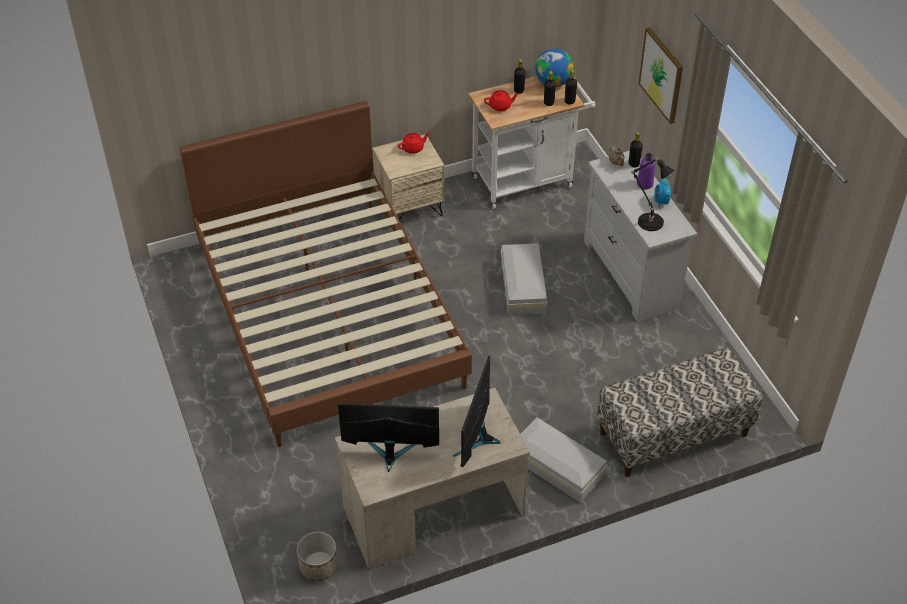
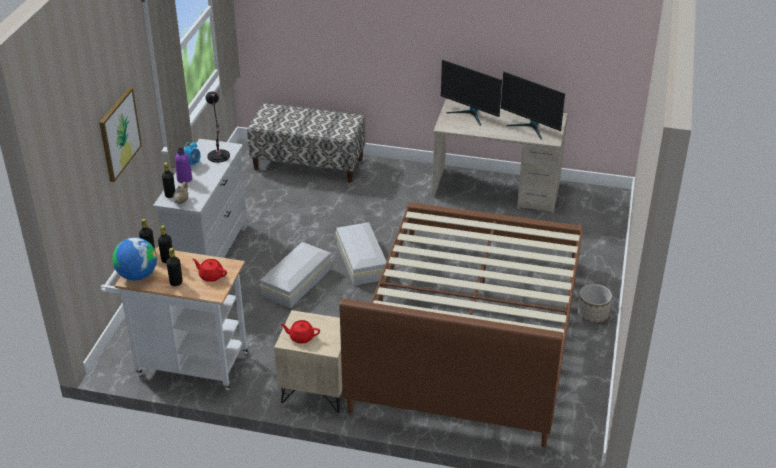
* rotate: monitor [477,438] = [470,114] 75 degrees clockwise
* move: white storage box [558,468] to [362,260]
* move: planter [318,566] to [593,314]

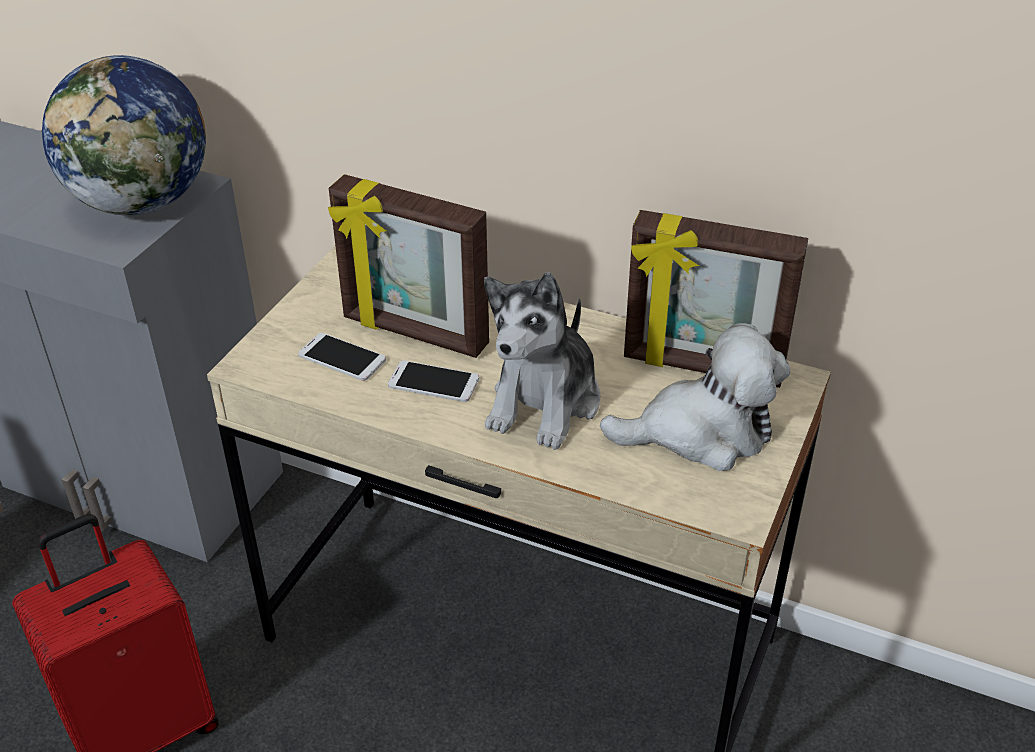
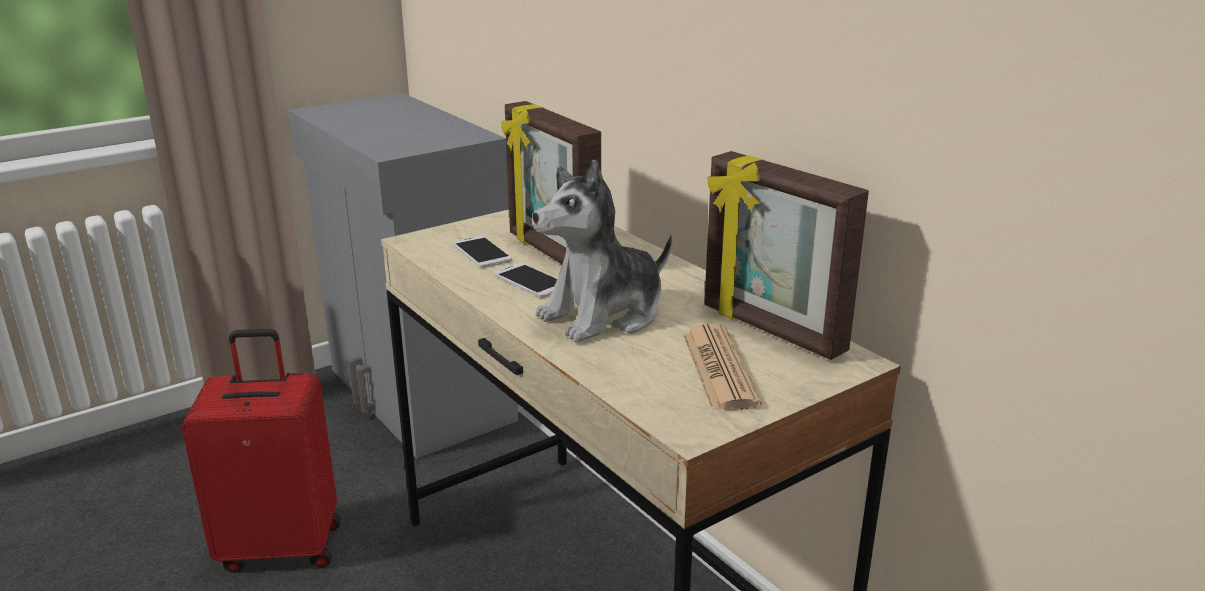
* delete: globe [142,203]
* replace: plush toy [701,433] to newspaper [719,369]

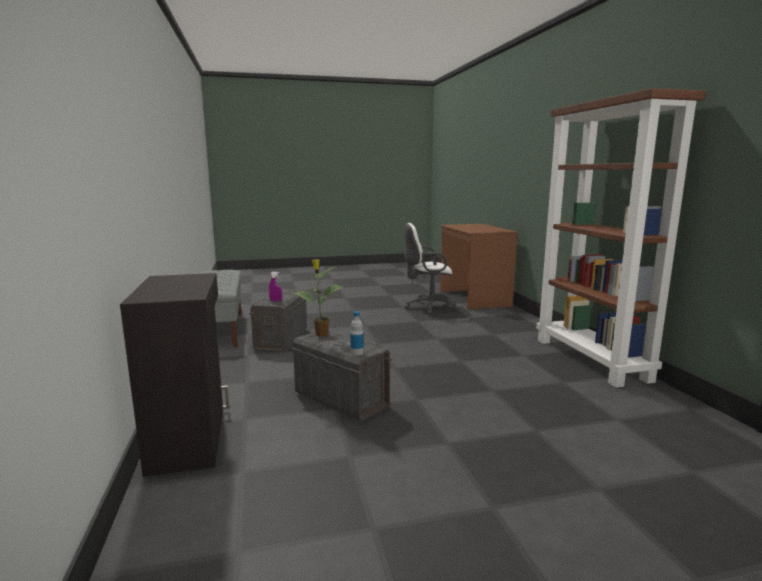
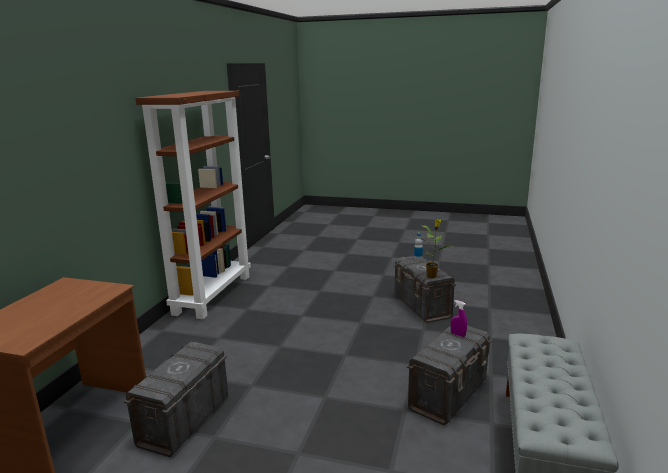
* replace: white office chair [428,307] to grey storage box [184,421]
* delete: black cabinet [190,438]

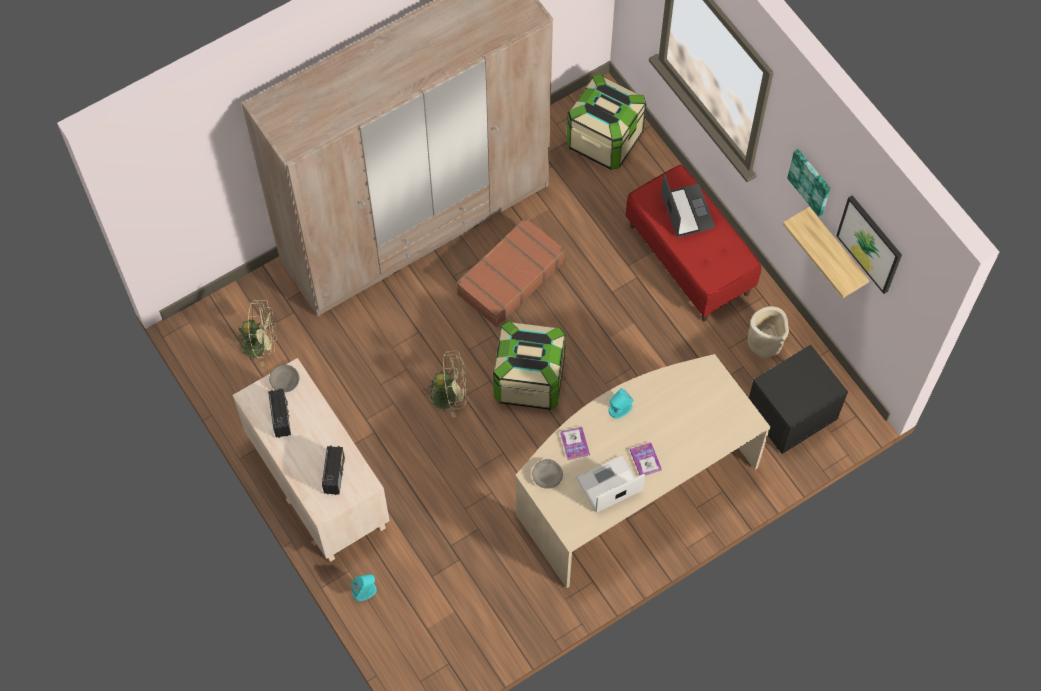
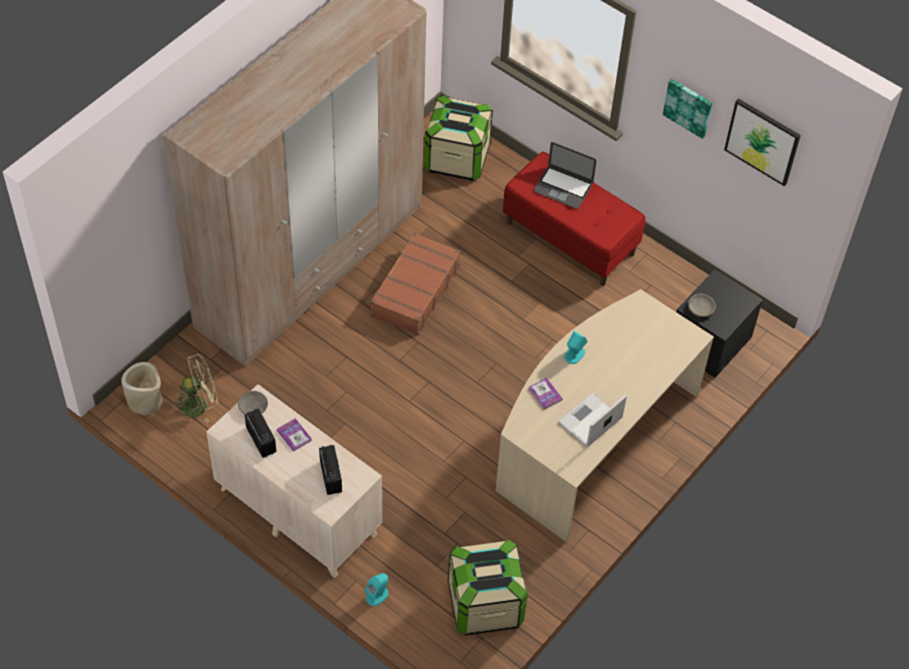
* rotate: laptop [687,211] = [563,187] 150 degrees clockwise
* delete: shelf [836,251]
* move: beige planter [766,341] to [146,400]
* move: storage box [529,380] to [485,604]
* delete: green fan [449,395]
* move: book [645,460] to [294,435]
* move: grey bowl [547,475] to [700,308]

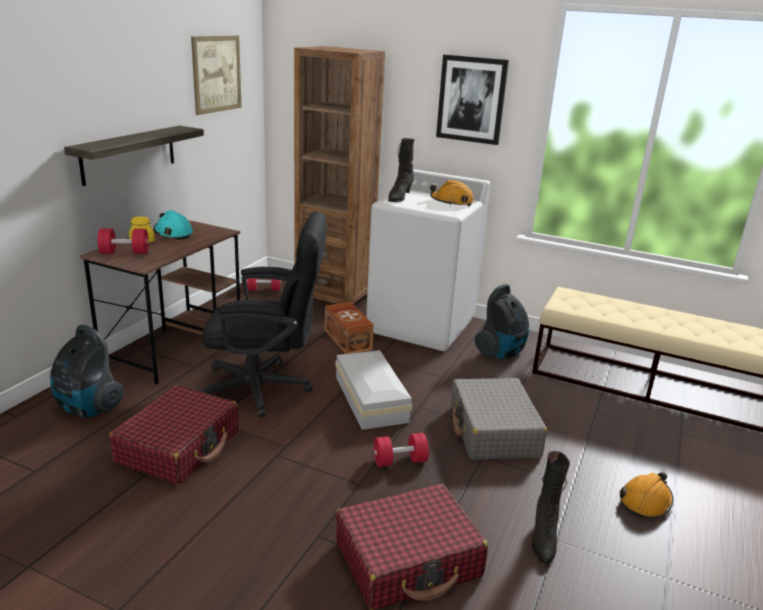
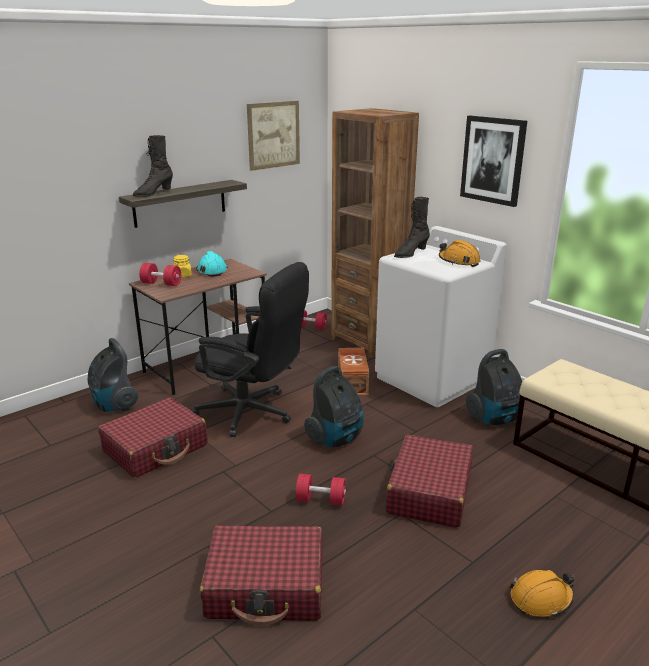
* replace: white storage box [371,398] to vacuum cleaner [336,438]
* recolor: grey suitcase [493,431] to red suitcase [429,492]
* move: black boot [543,538] to [153,193]

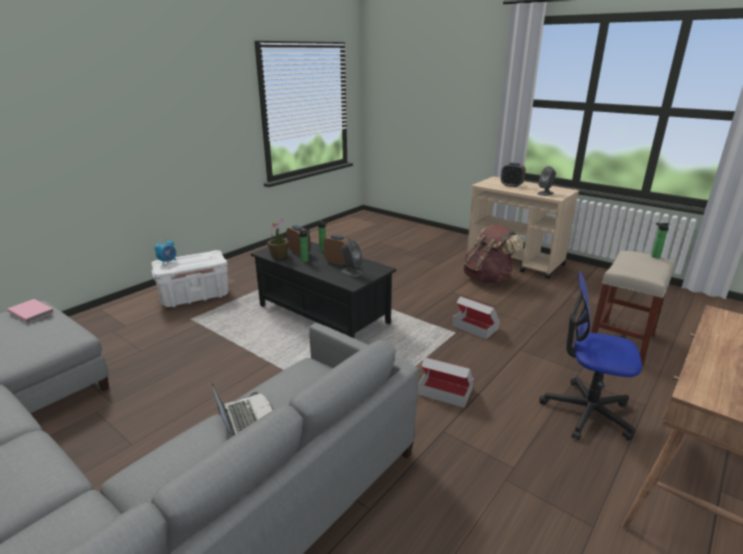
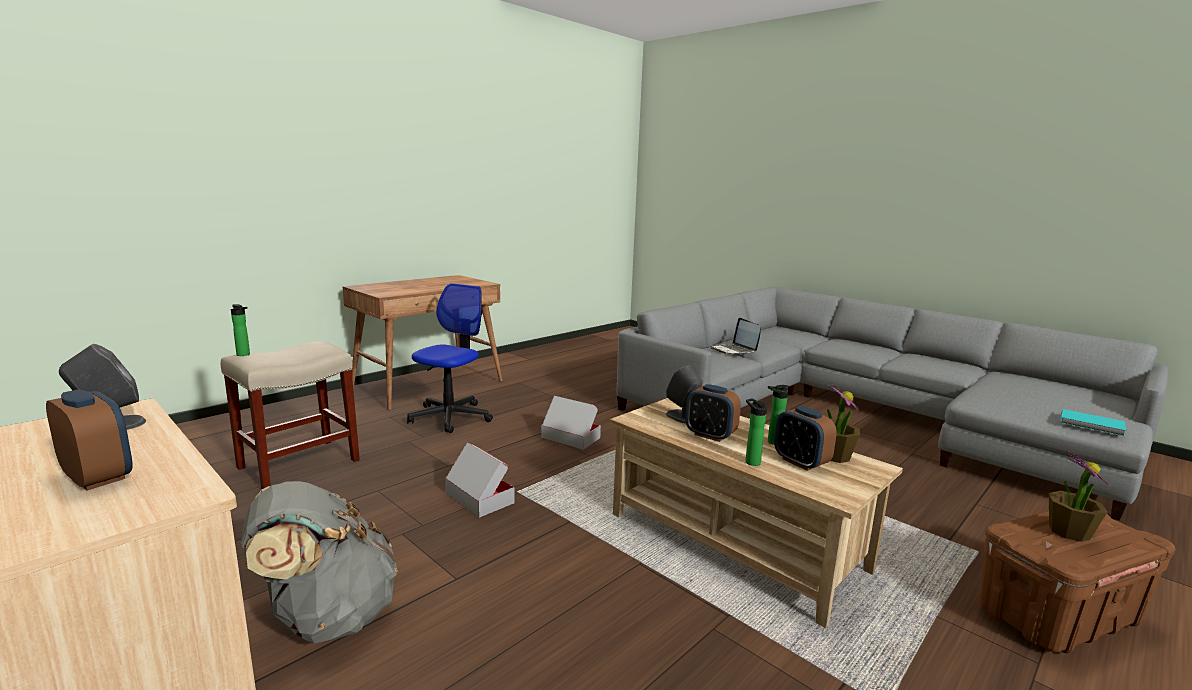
* recolor: brown backpack [488,279] to grey backpack [327,617]
* delete: alarm clock [168,261]
* recolor: black coffee table [322,314] to beige coffee table [735,542]
* recolor: white storage box [195,296] to brown storage box [1057,616]
* rotate: office chair [586,412] = [450,417] 90 degrees counterclockwise
* recolor: pink book [32,312] to turquoise book [1092,425]
* insert: potted plant [1068,532]

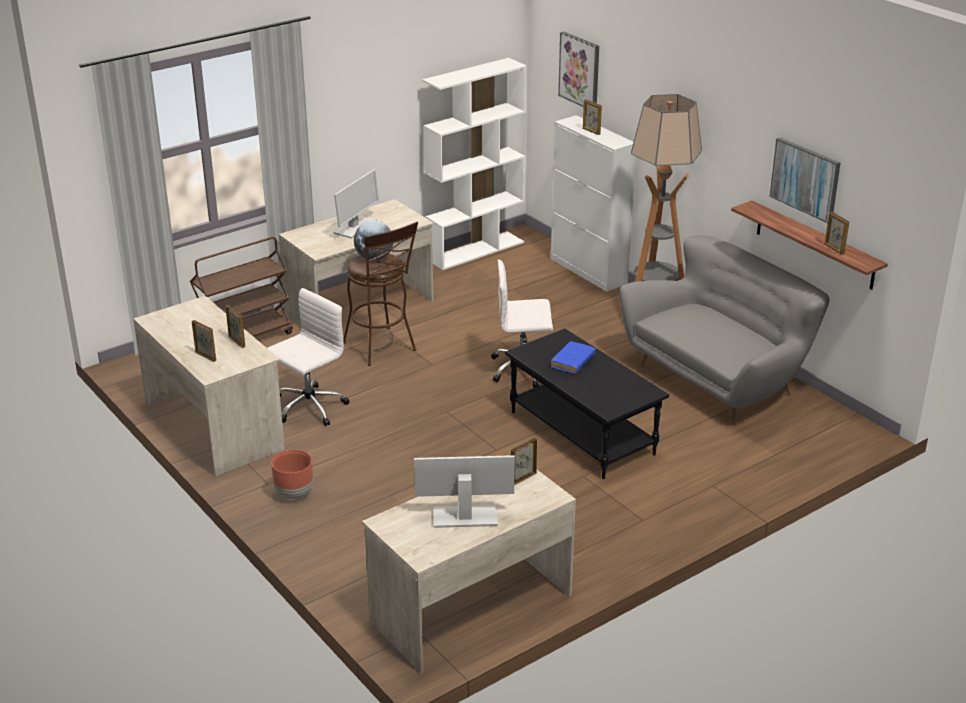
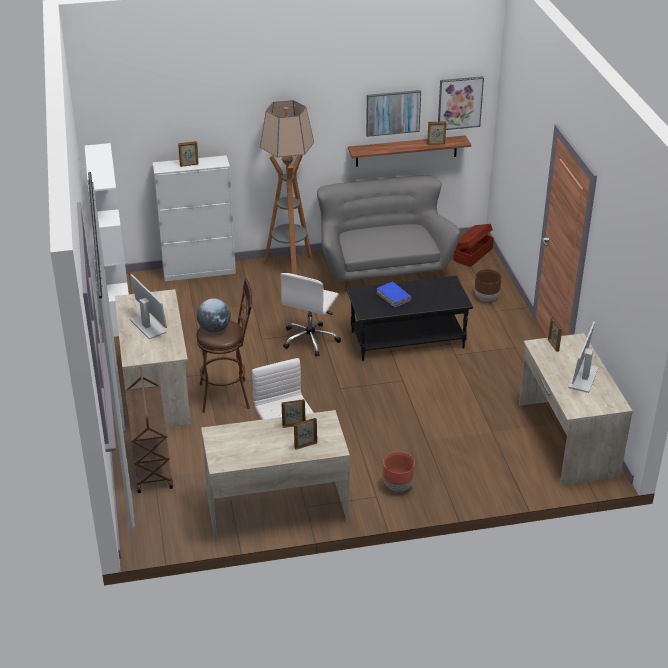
* move: picture [580,70] to [460,103]
* insert: brown storage box [472,254]
* insert: brown planter [486,298]

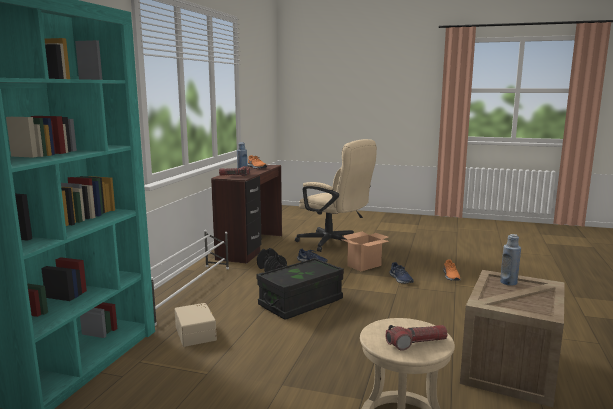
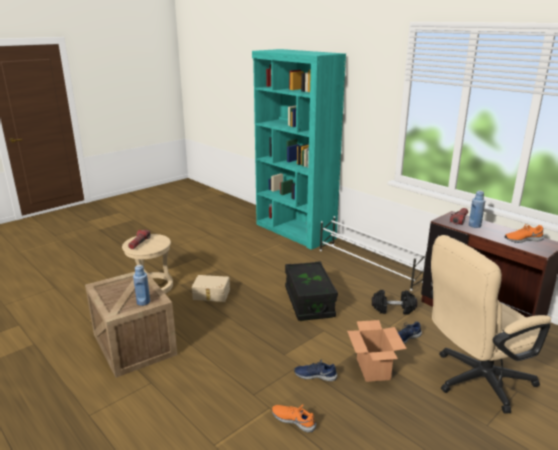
* move: beige storage box [196,333] to [211,295]

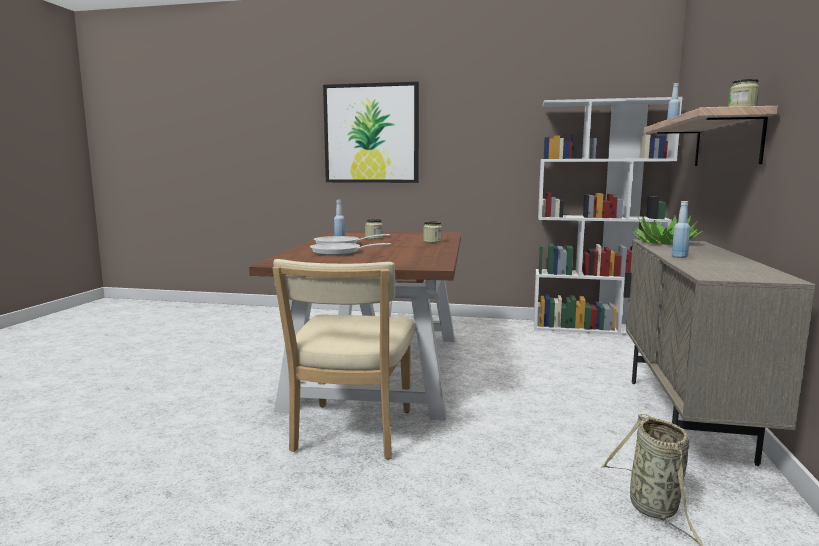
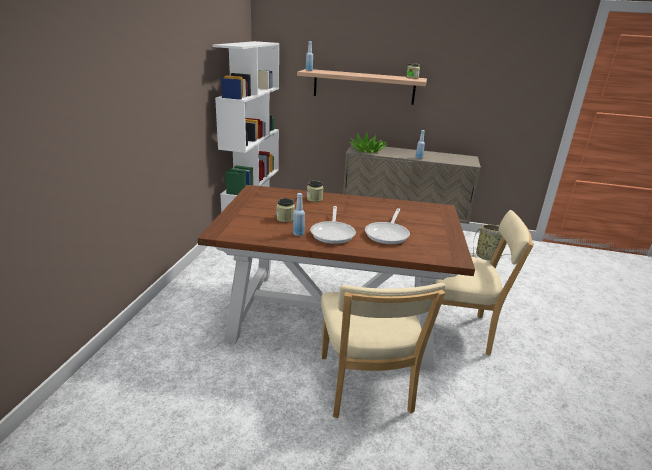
* delete: picture [371,133]
* insert: beige chair [366,387]

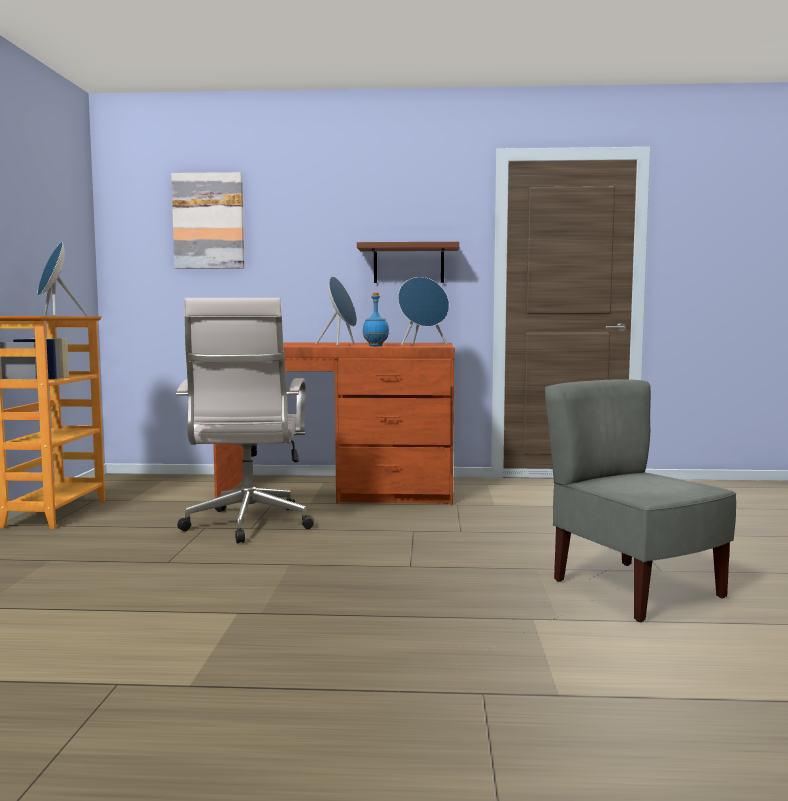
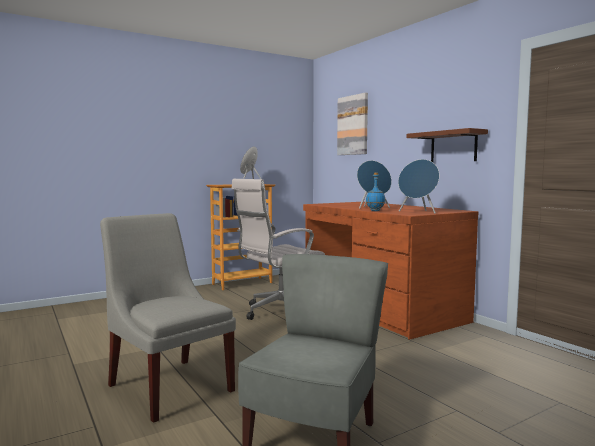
* insert: grey chair [169,385]

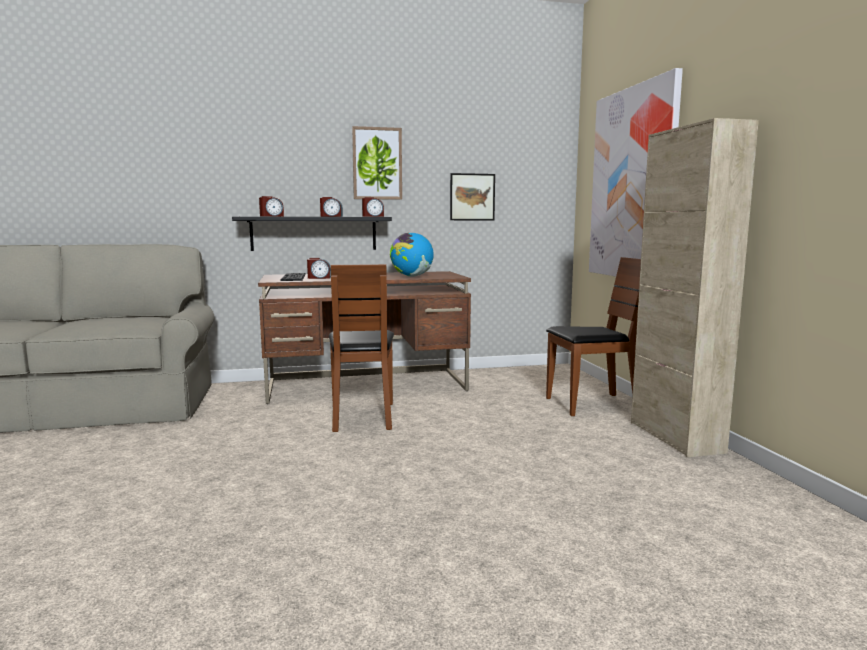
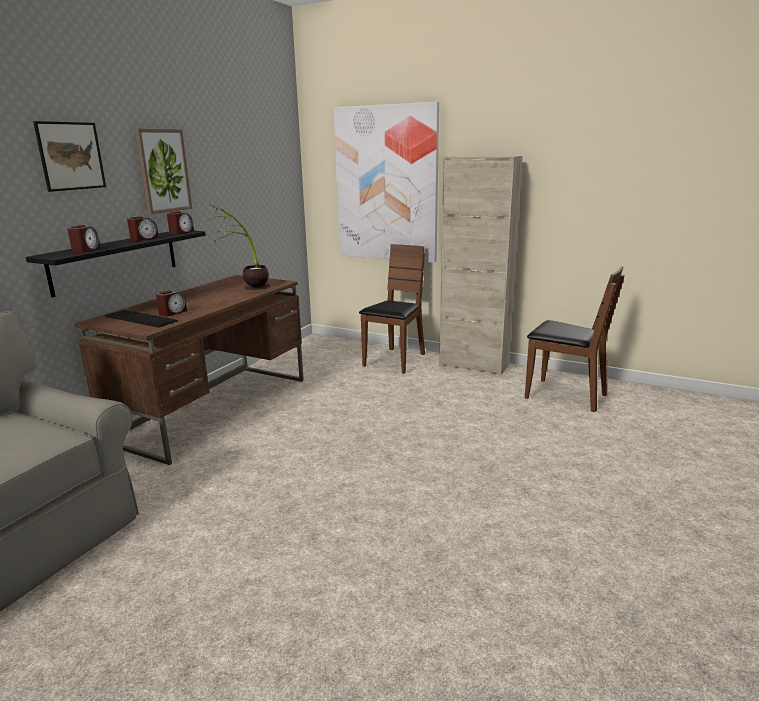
* move: picture [472,197] to [71,156]
* replace: globe [411,276] to potted plant [245,290]
* move: brown chair [362,416] to [564,395]

